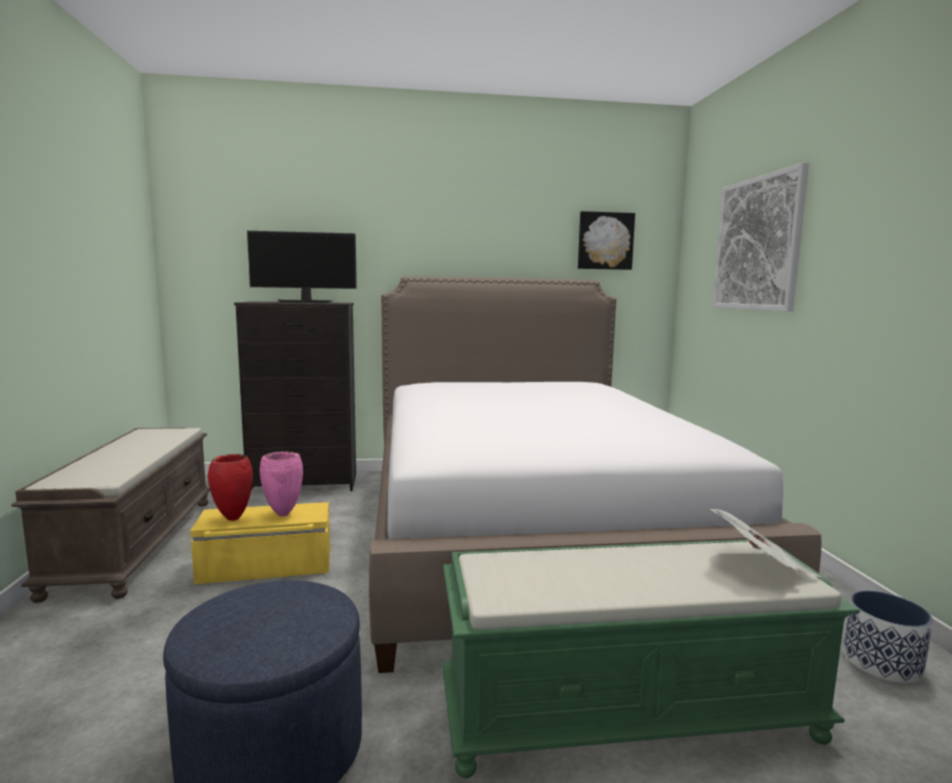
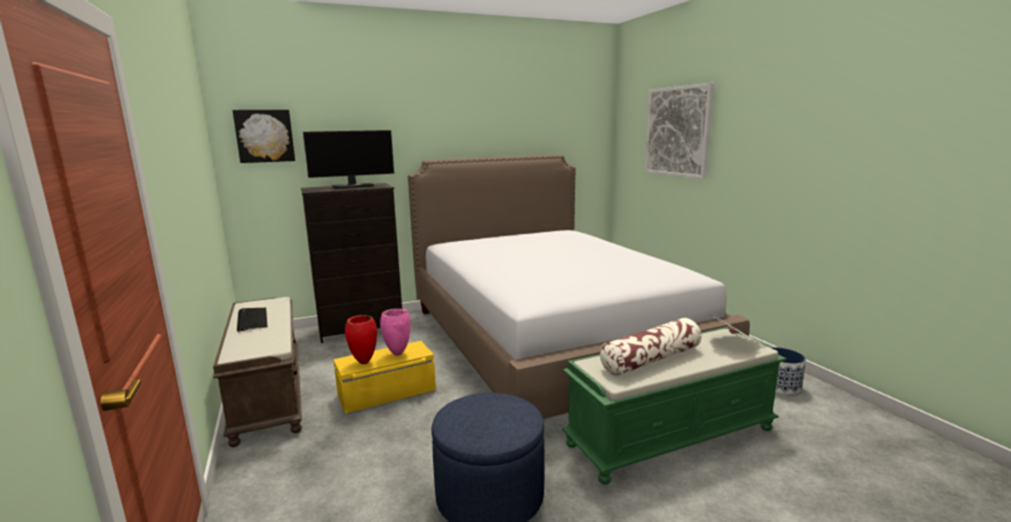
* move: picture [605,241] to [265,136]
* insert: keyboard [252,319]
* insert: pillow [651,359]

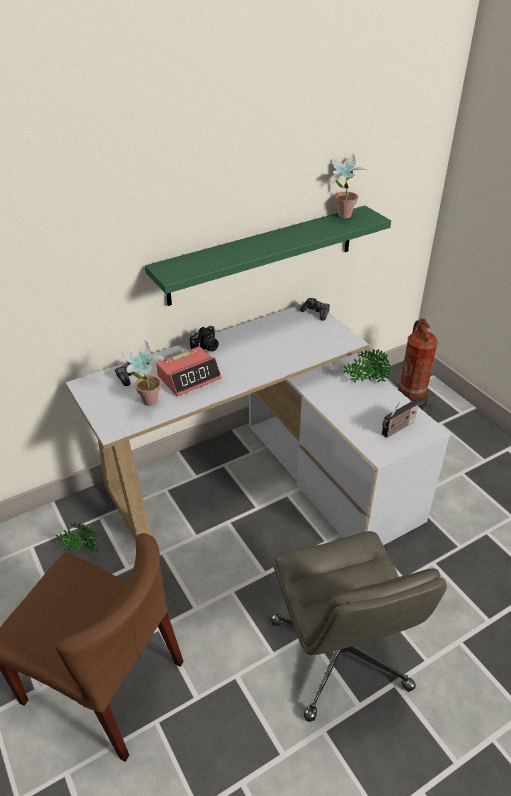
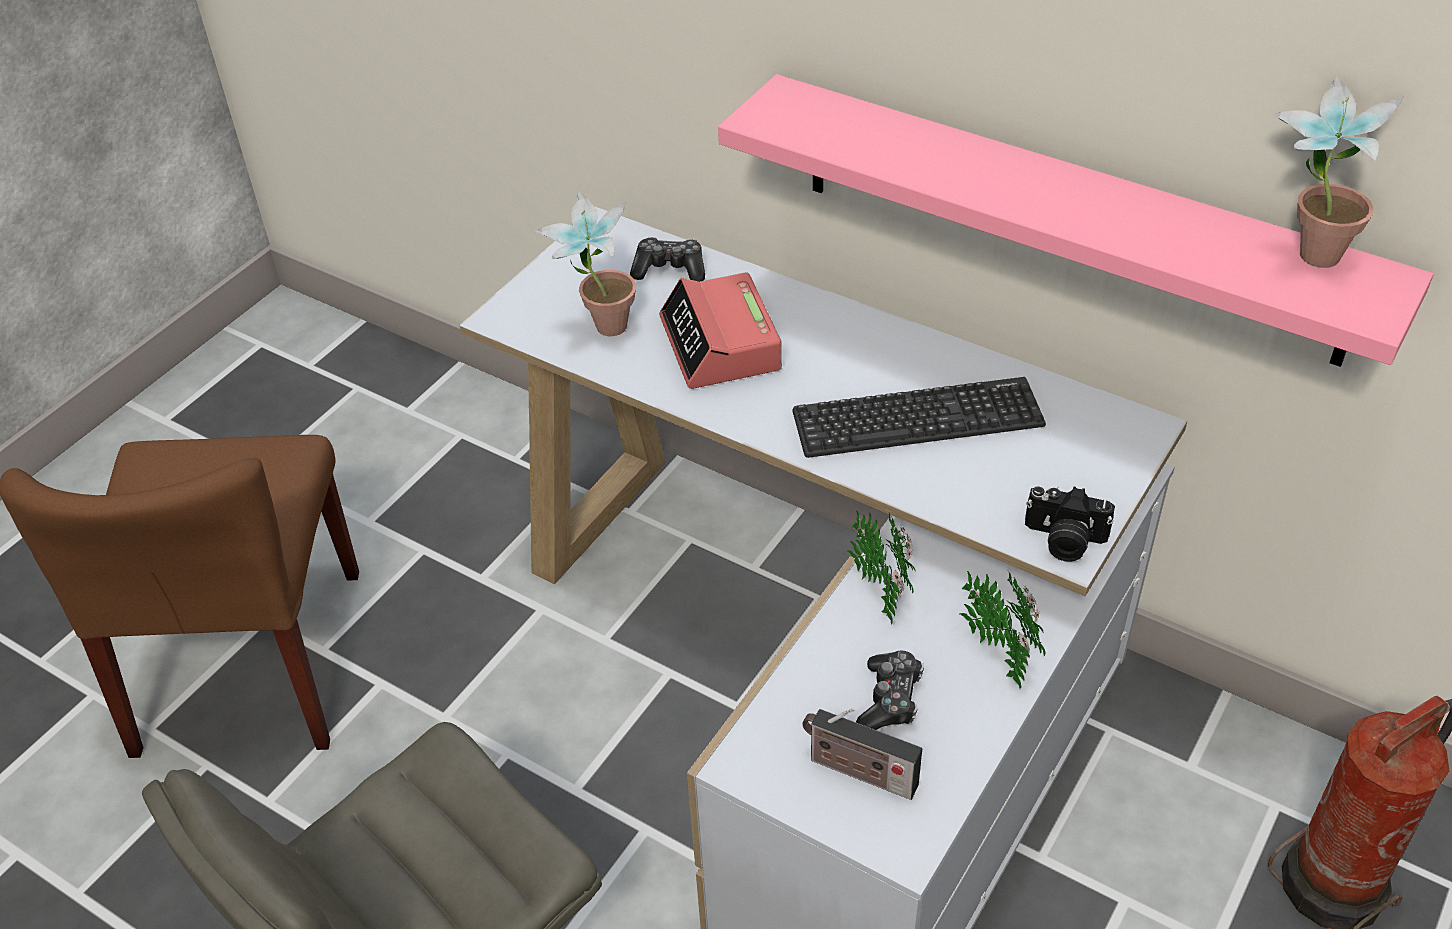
* recolor: green shelf [263,255] to pink shelf [1067,218]
* move: game controller [316,312] to [890,700]
* move: photo camera [206,348] to [1063,540]
* rotate: alarm clock [189,377] = [720,345] 45 degrees clockwise
* move: potted plant [81,549] to [879,589]
* insert: keyboard [917,419]

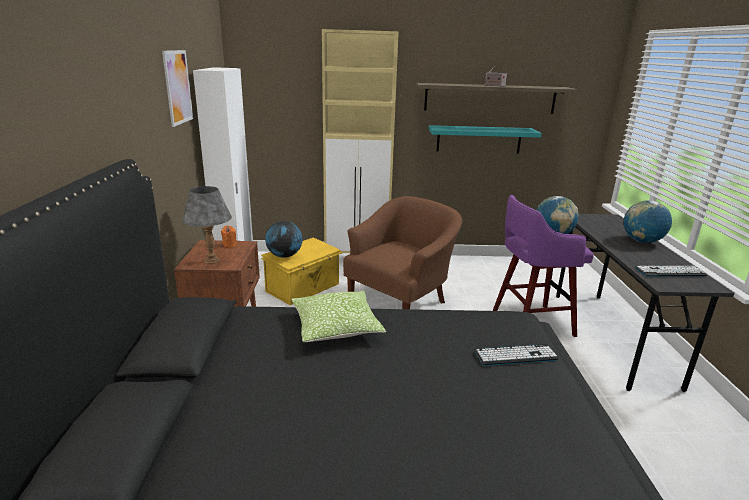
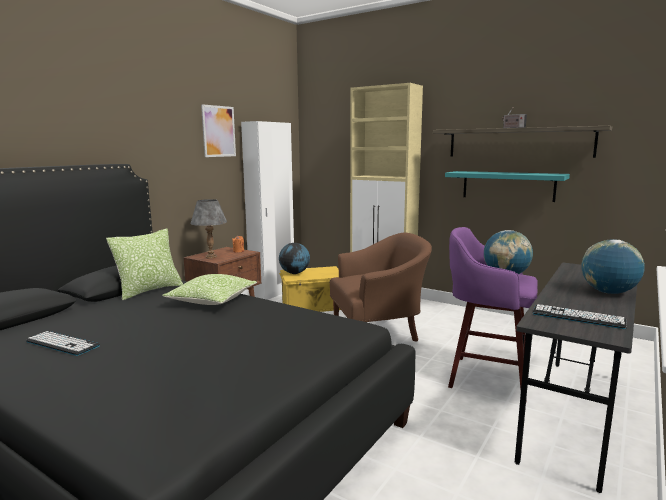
* move: keyboard [515,355] to [62,343]
* insert: pillow [149,290]

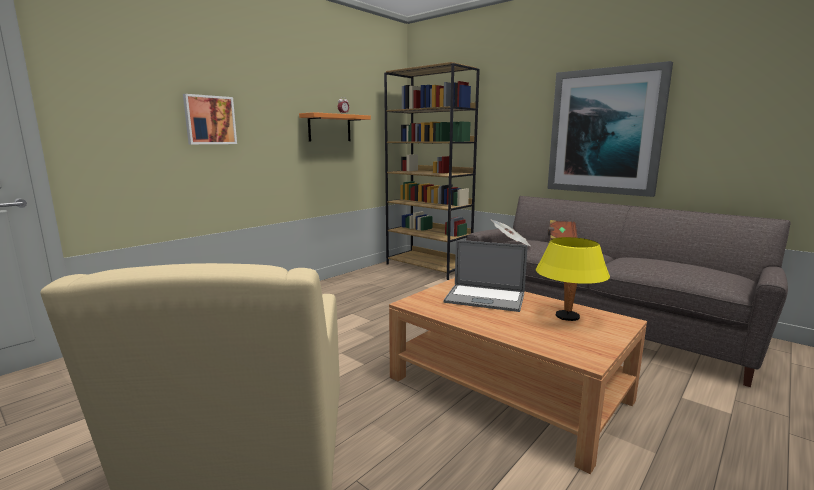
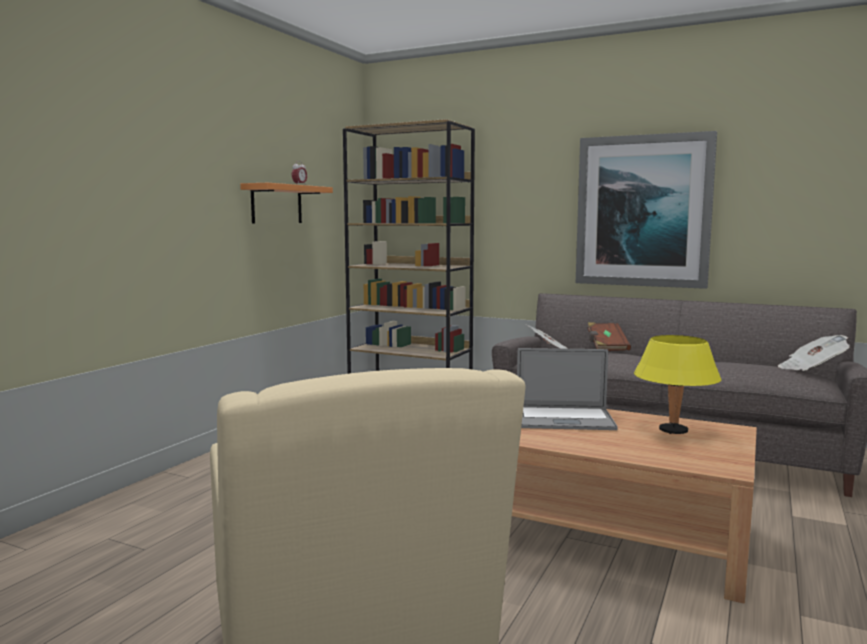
* delete: picture [209,120]
* insert: newspaper [811,369]

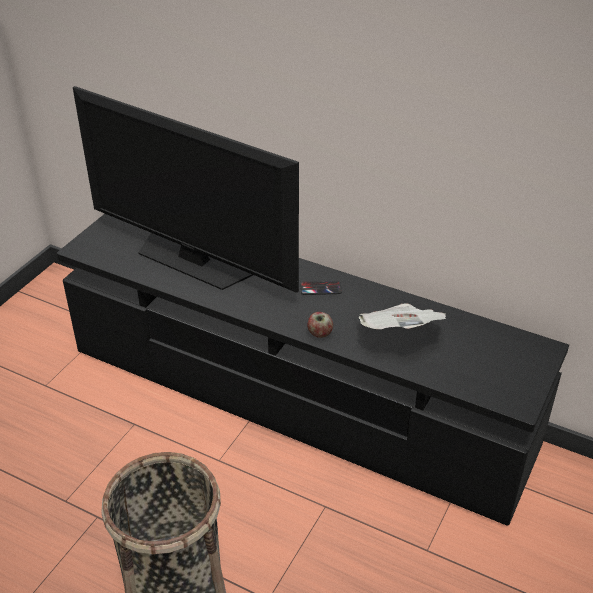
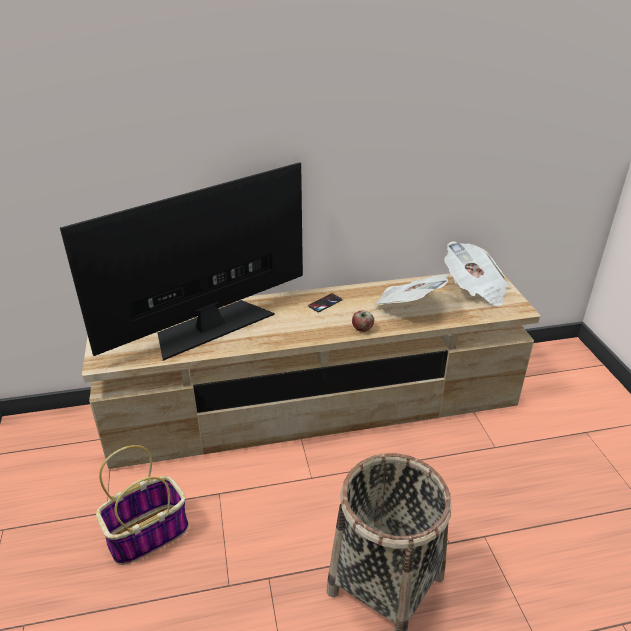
* rotate: television [194,260] = [210,326] 150 degrees clockwise
* recolor: black tv stand [296,397] to beige tv stand [315,406]
* insert: newspaper [475,289]
* insert: basket [149,533]

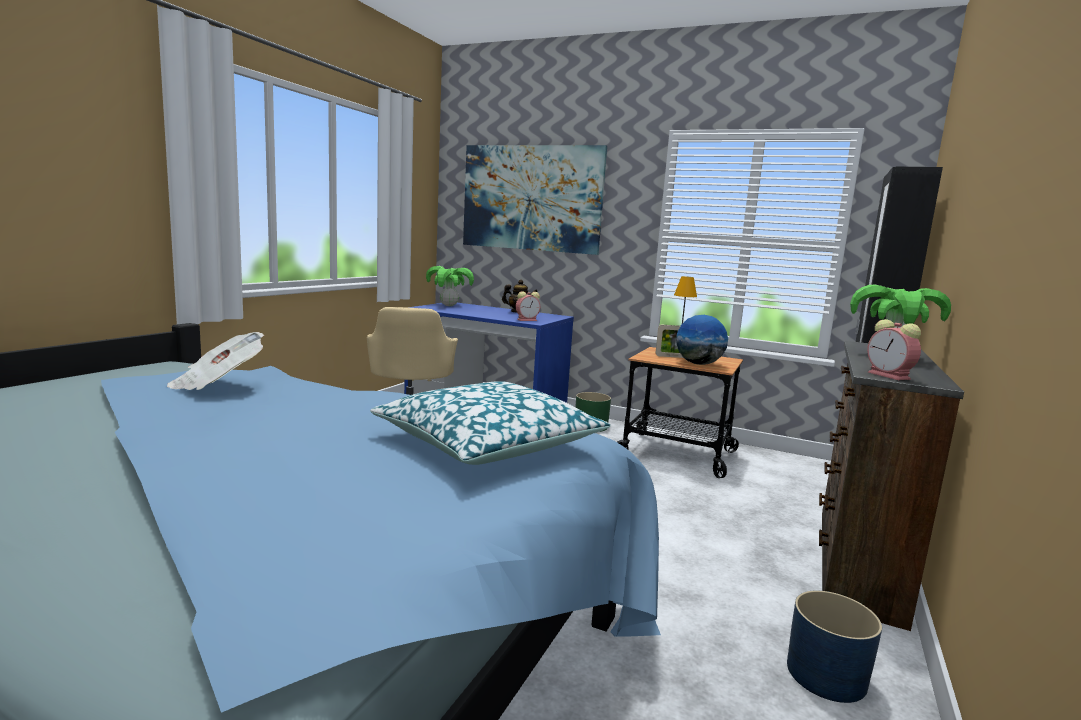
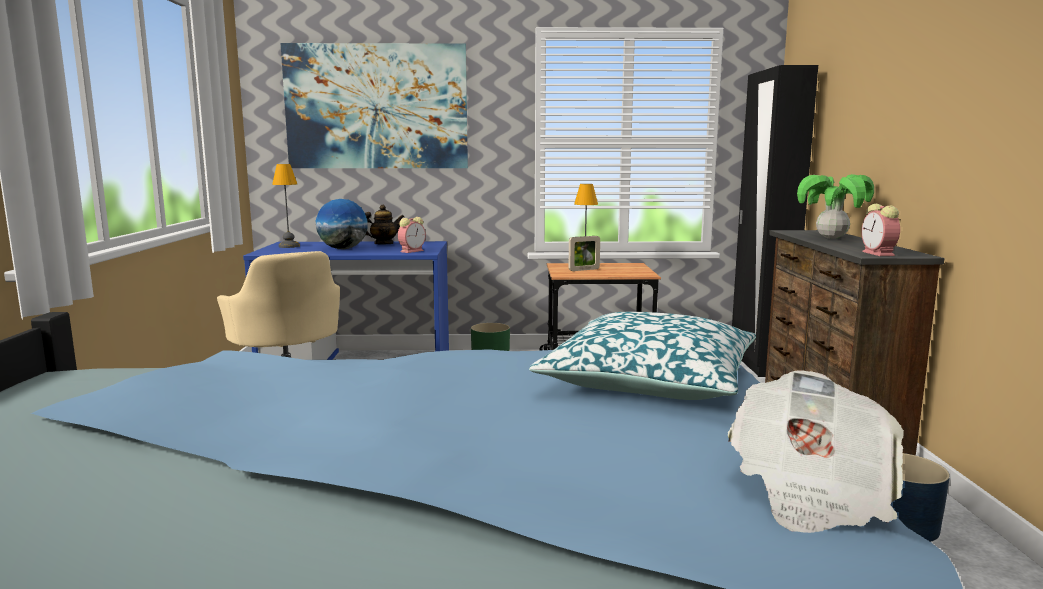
* replace: potted plant [449,305] to table lamp [289,246]
* move: globe [699,364] to [343,249]
* rotate: alarm clock [890,376] = [879,254] 45 degrees clockwise
* move: newspaper [218,383] to [810,491]

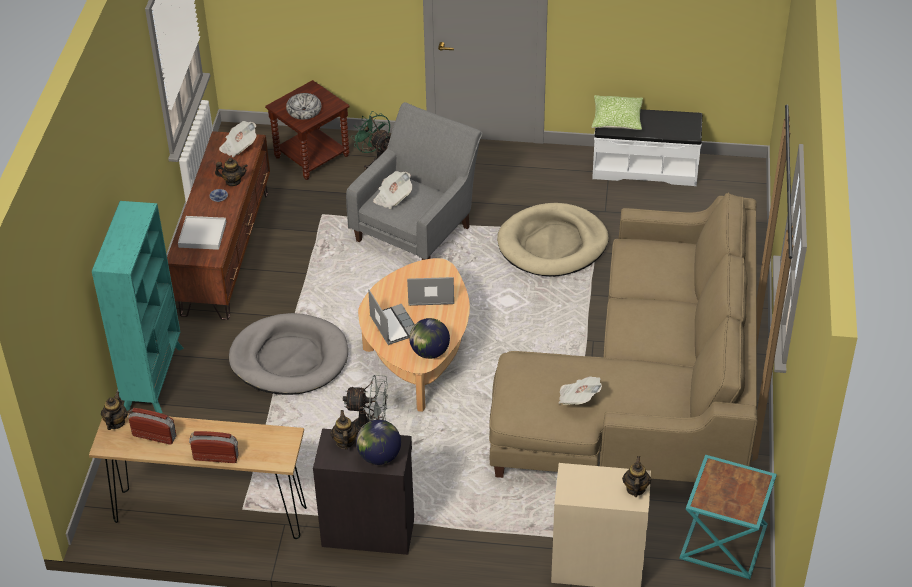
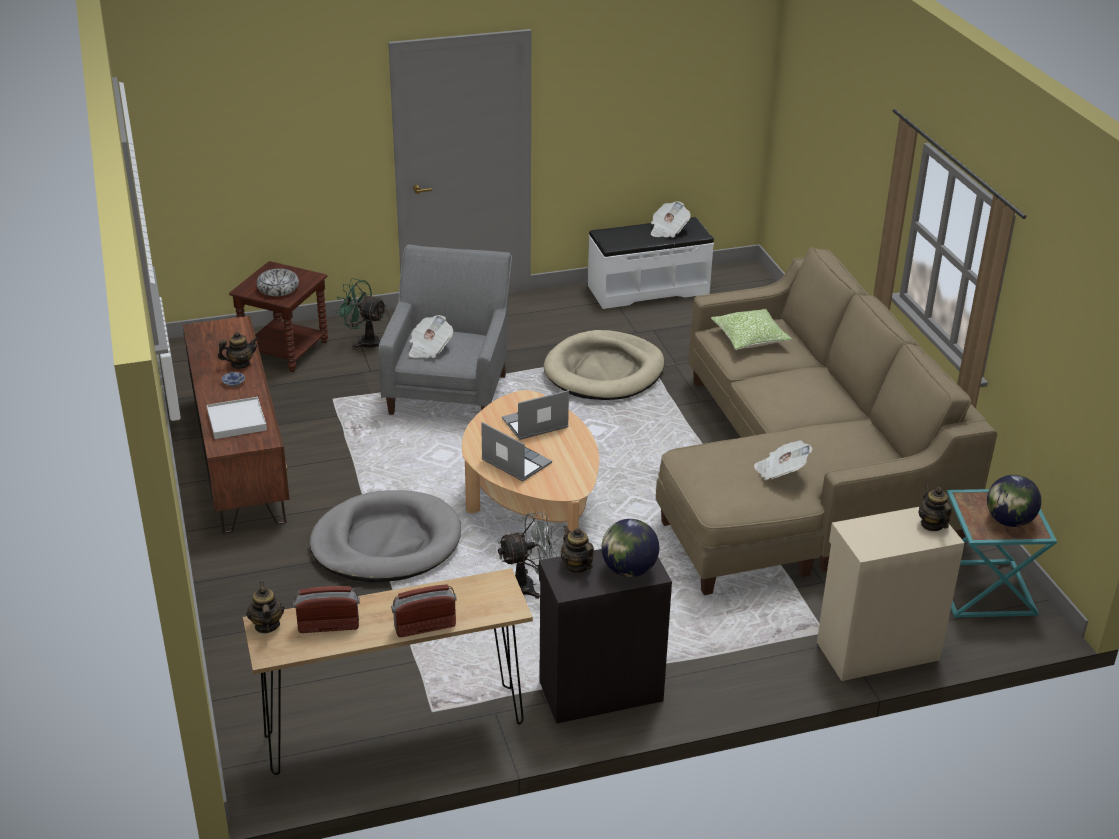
* move: pillow [617,120] to [750,338]
* move: newspaper [239,147] to [668,230]
* delete: turquoise bookcase [154,378]
* move: globe [430,352] to [1009,521]

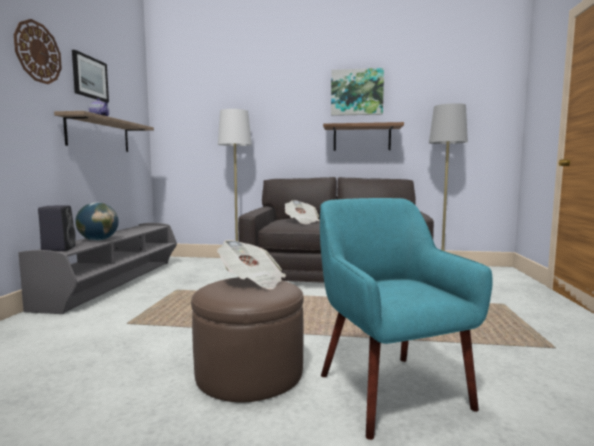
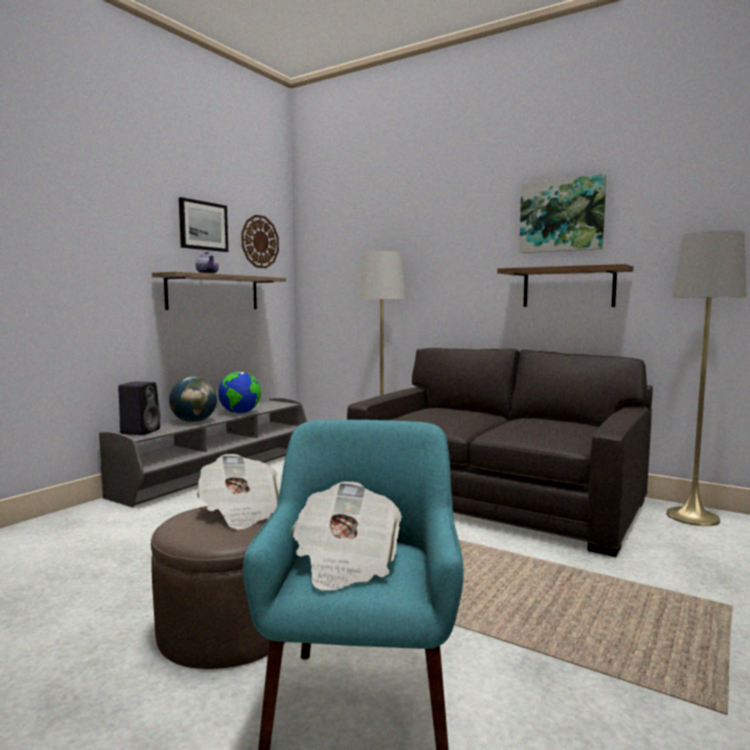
* move: wall clock [38,52] to [259,242]
* move: newspaper [301,222] to [345,563]
* insert: globe [240,413]

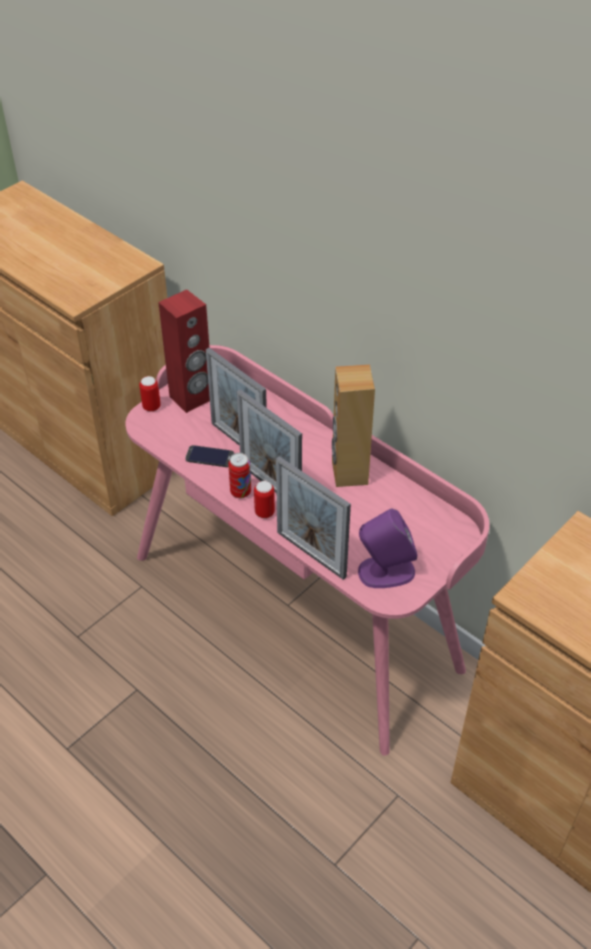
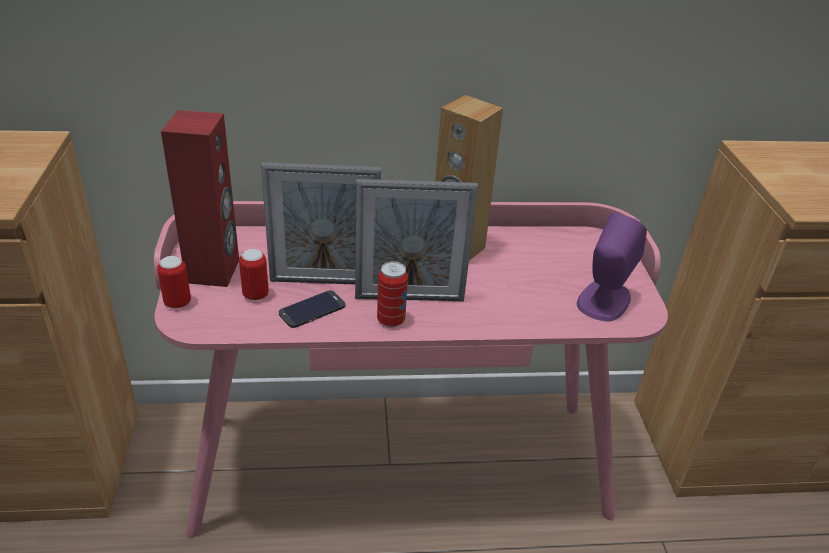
* delete: picture frame [311,554]
* move: can [264,512] to [255,295]

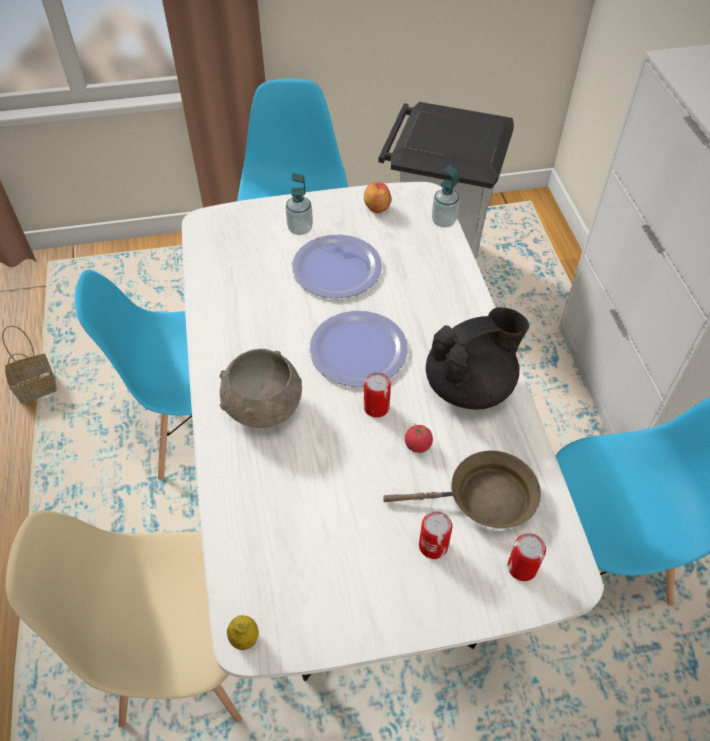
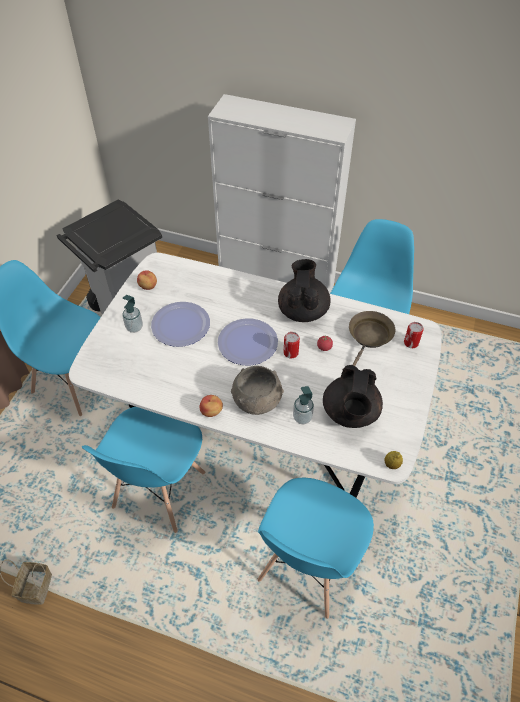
* move: soap dispenser [443,221] to [302,417]
* recolor: beige chair [184,661] to blue chair [307,566]
* delete: can [433,546]
* insert: black teapot [350,413]
* insert: apple [211,412]

